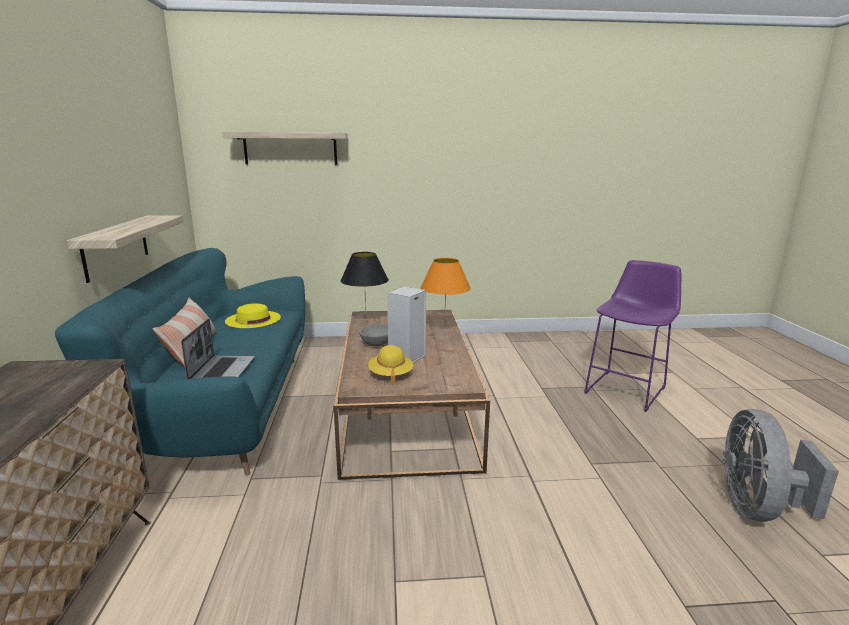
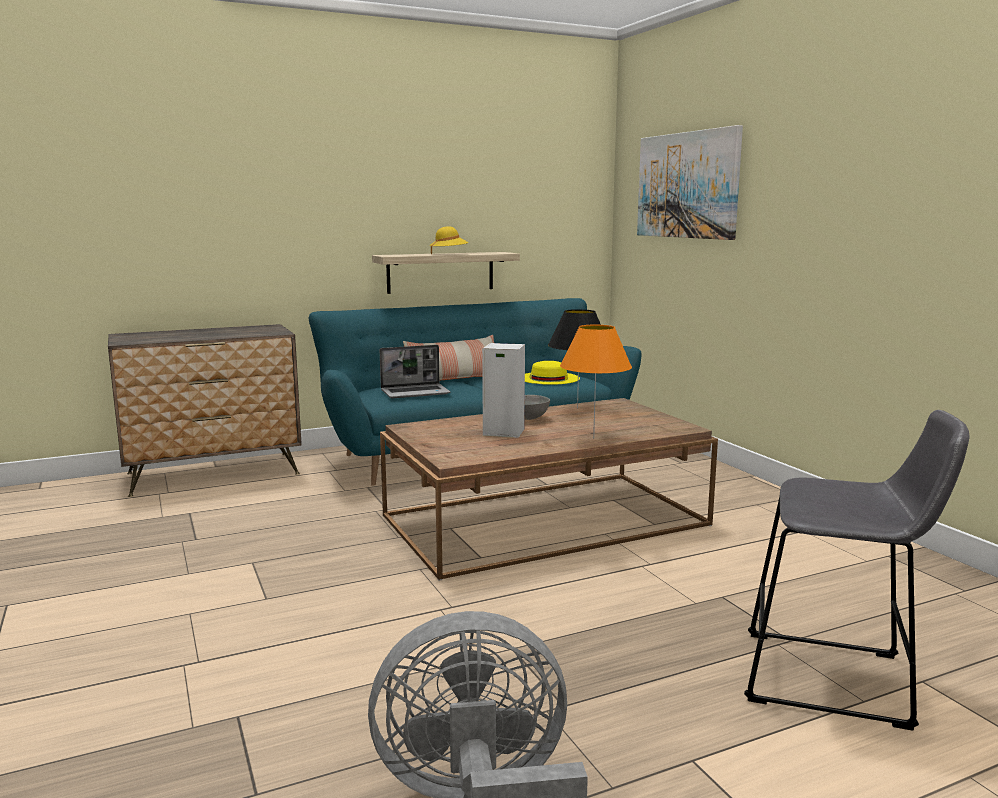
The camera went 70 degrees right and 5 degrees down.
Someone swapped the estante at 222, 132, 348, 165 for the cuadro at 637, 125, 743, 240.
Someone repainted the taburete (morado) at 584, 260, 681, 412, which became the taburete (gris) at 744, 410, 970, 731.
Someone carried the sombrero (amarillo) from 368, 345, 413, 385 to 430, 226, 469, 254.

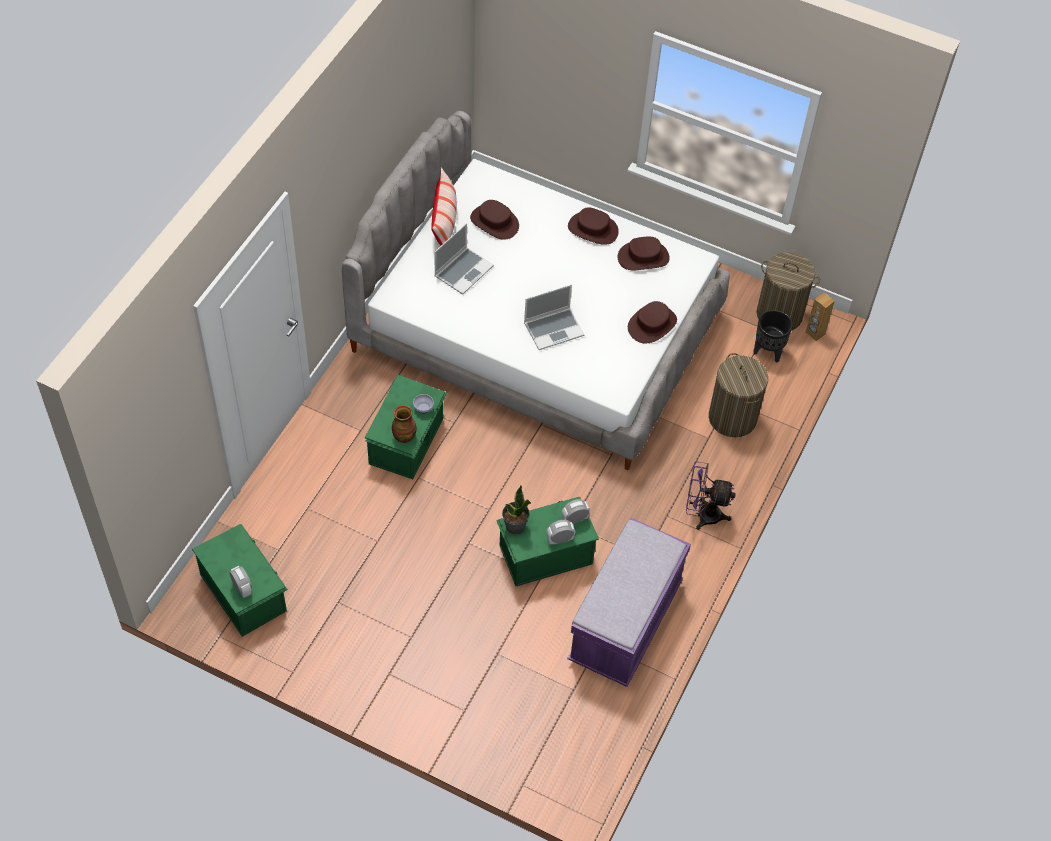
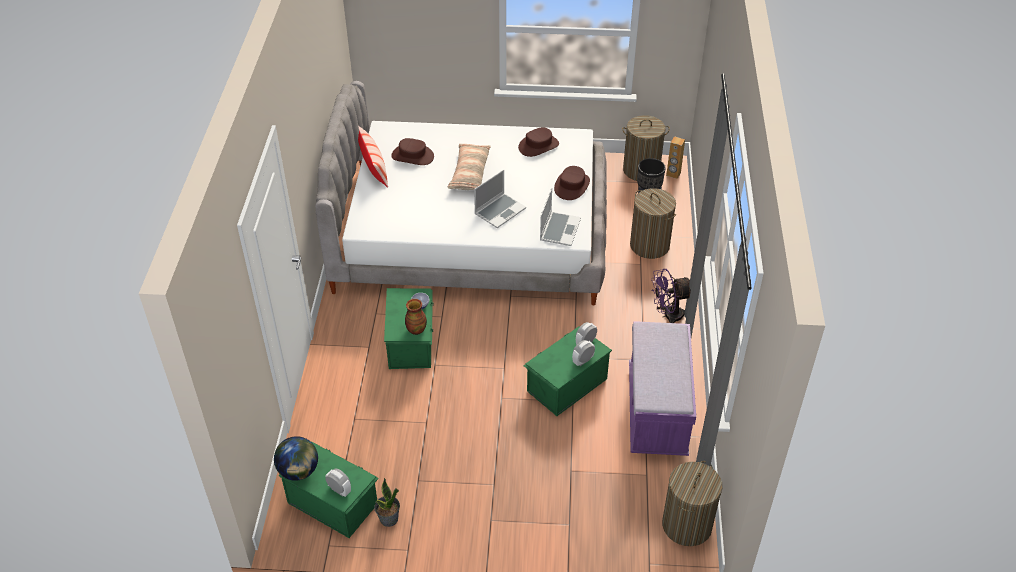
The camera went 20 degrees left and 10 degrees down.
Someone took away the sombrero (marrón) at 568, 207, 619, 245.
Someone carried the portátil from 434, 223, 494, 295 to 540, 188, 581, 246.
Someone carried the planta en maceta from 502, 485, 531, 534 to 374, 478, 400, 527.
Someone put down the cojín at 448, 144, 491, 190.
Someone put down the globo terráqueo at 274, 436, 318, 481.
Someone put down the cesto de la ropa at 662, 461, 722, 546.

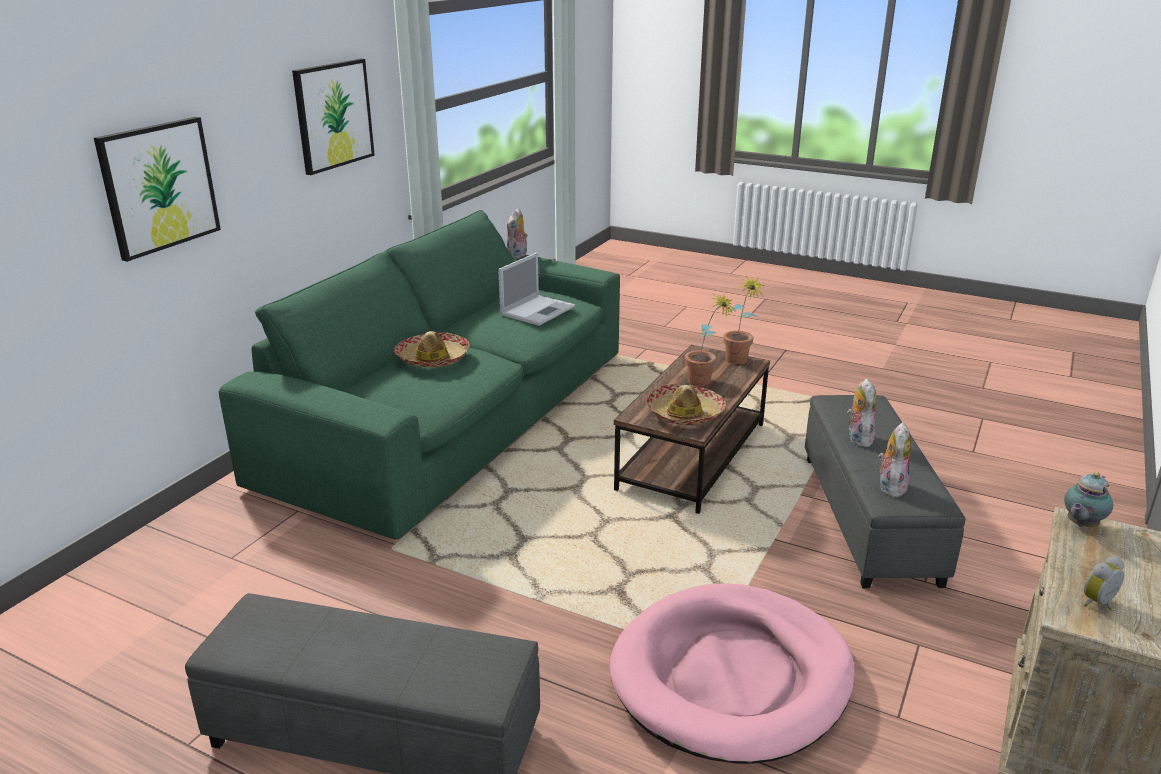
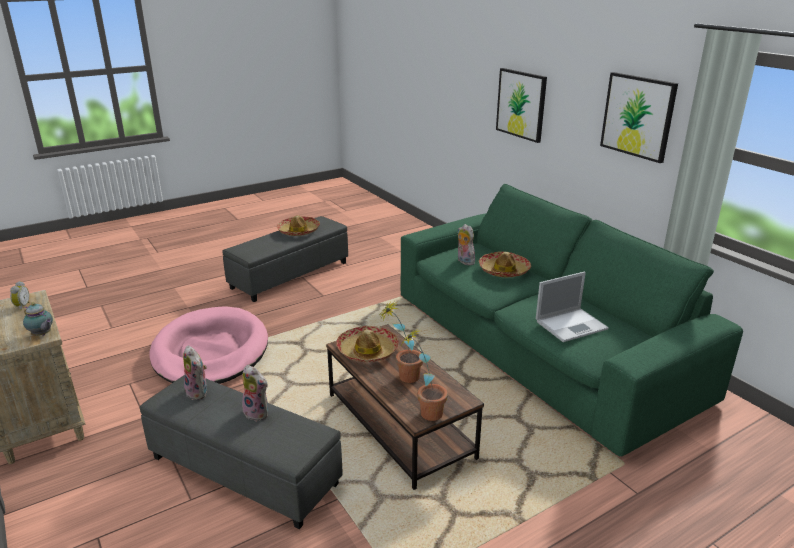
The camera went 120 degrees right and 0 degrees up.
Someone carried the peluche from 507, 208, 528, 259 to 458, 224, 475, 265.
Someone rotated the portátil at 498, 253, 575, 326 by 90 degrees counterclockwise.
Someone rotated the tetera at 1064, 472, 1113, 527 by 135 degrees clockwise.
Someone put down the sombrero at 277, 215, 320, 236.

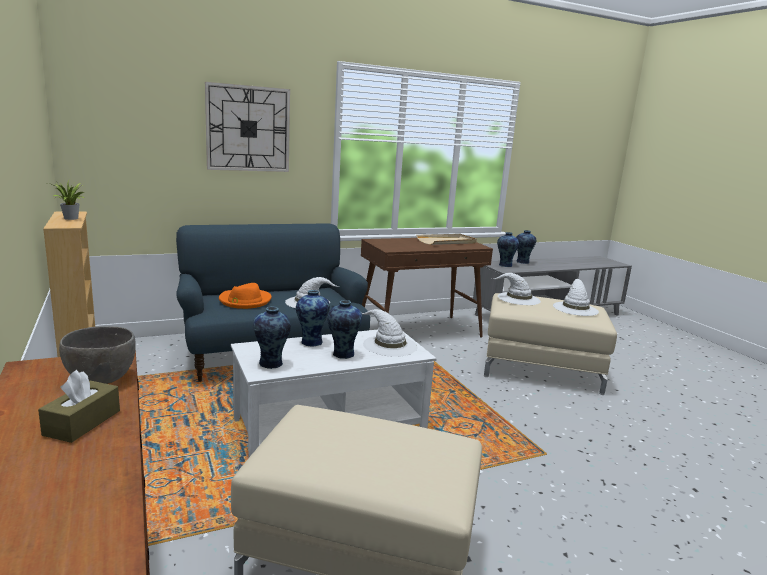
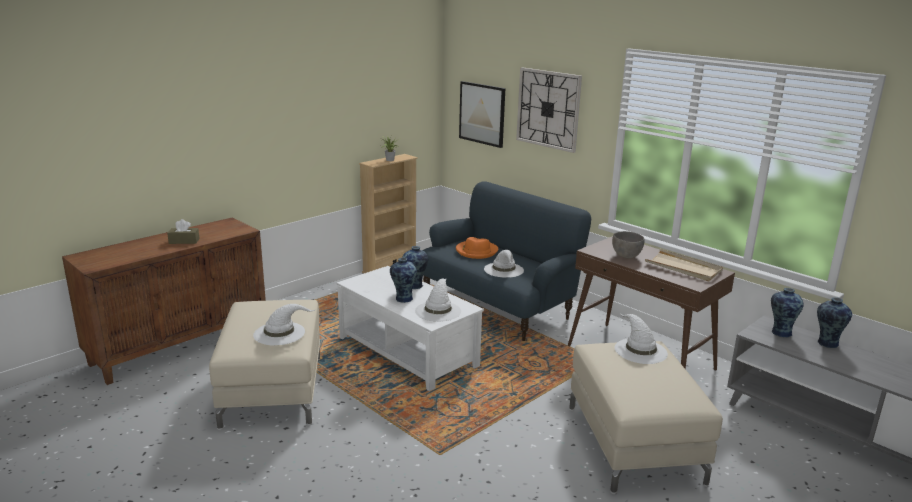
The camera went 70 degrees right and 5 degrees up.
Someone carried the sombrero (blanco) from 553, 279, 599, 316 to 253, 304, 315, 345.
Someone took away the florero at 253, 306, 291, 369.
Someone carried the cuenco (gris) from 59, 326, 136, 384 to 612, 231, 645, 258.
Someone put up the cuadro at 459, 81, 505, 148.

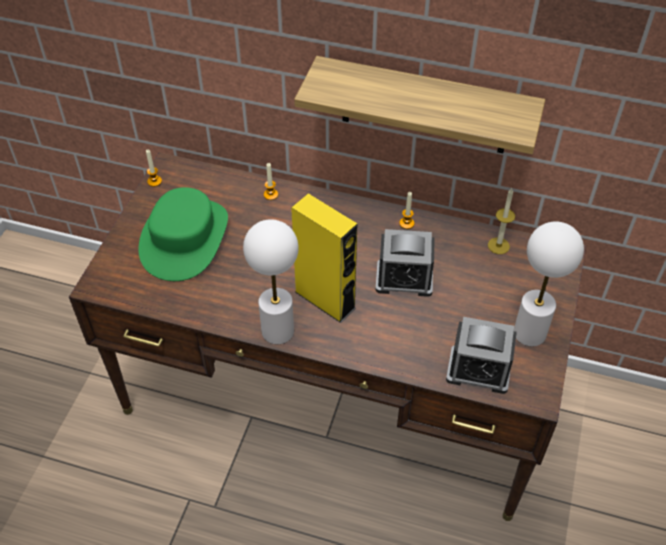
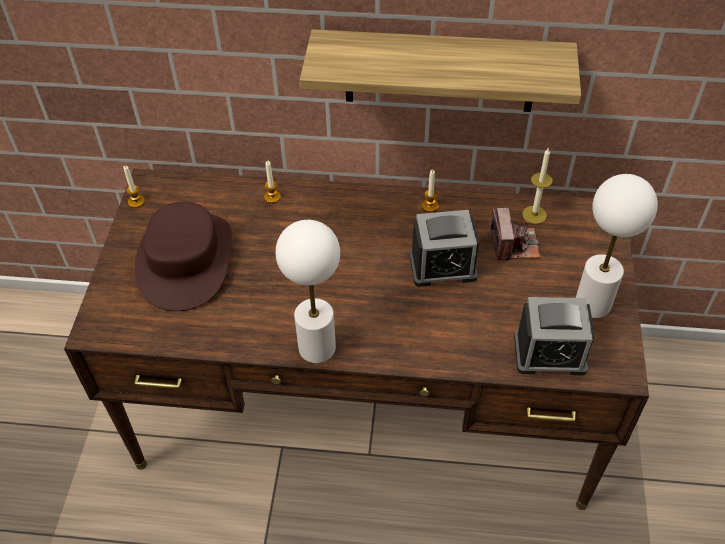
The camera went 10 degrees left and 0 degrees up.
Someone repainted the sombrero (verde) at 138, 187, 228, 281, which became the sombrero (marrón) at 135, 202, 232, 311.
Someone took away the altavoz (amarillo) at 291, 194, 357, 323.
Someone put down the cámara at 489, 208, 540, 262.

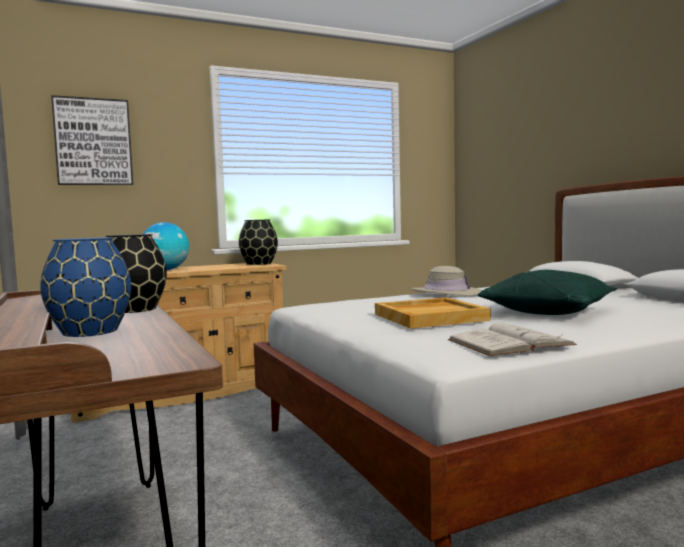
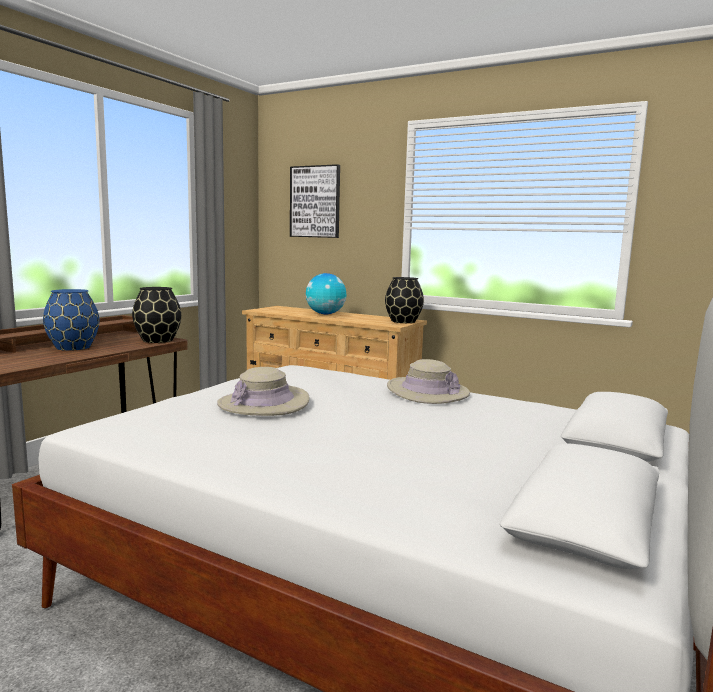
The camera went 55 degrees right and 5 degrees up.
Someone took away the cojín (verde) at 478, 270, 617, 315.
Someone swapped the bandeja (beis) at 375, 297, 491, 329 for the sombrero (beis) at 217, 367, 310, 416.
Someone took away the libro (blanco) at 448, 323, 577, 356.

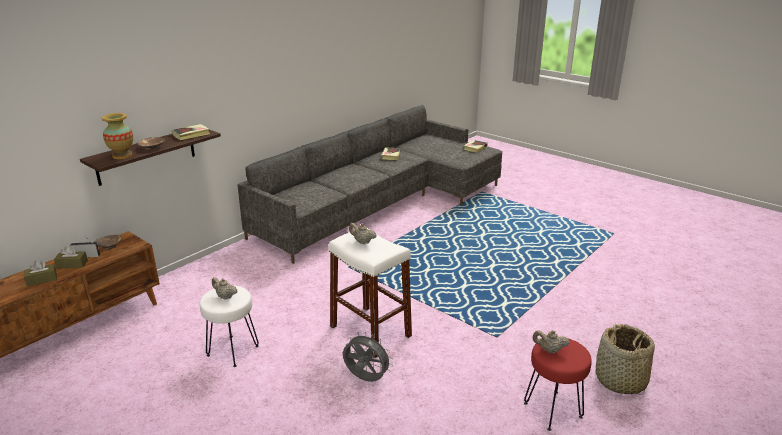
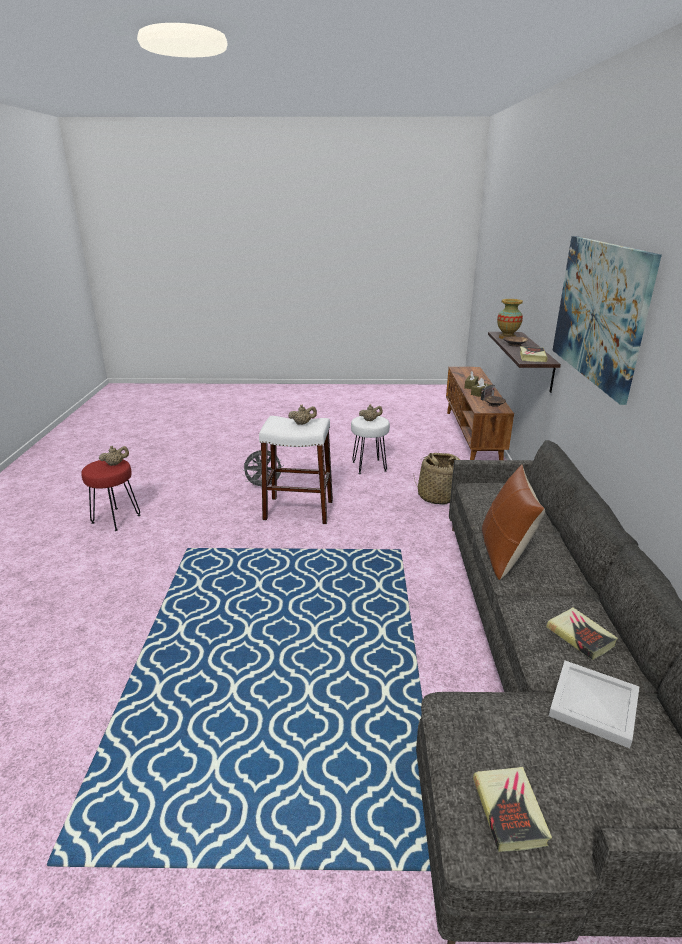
The camera went 140 degrees right and 0 degrees up.
Someone carried the cesta from 595, 323, 655, 395 to 414, 453, 460, 505.
Someone put up the cuadro at 553, 236, 662, 405.
Someone put down the cojín (marrón) at 482, 465, 545, 580.
Someone put down the bandeja (blanco) at 549, 661, 639, 748.

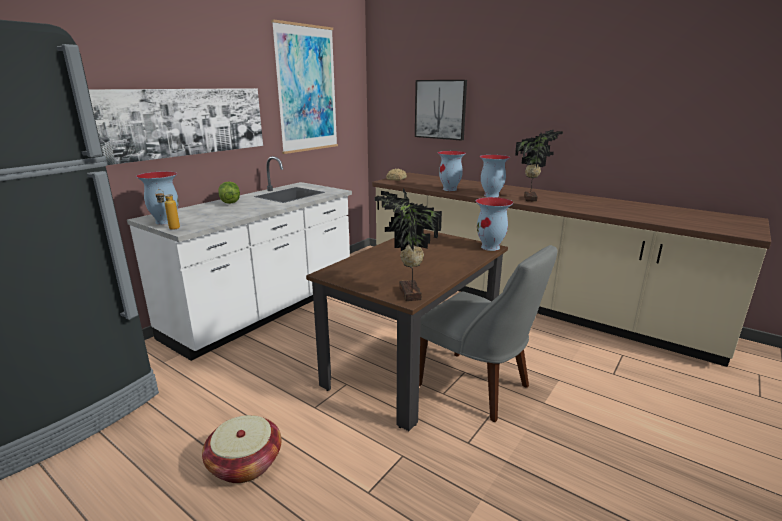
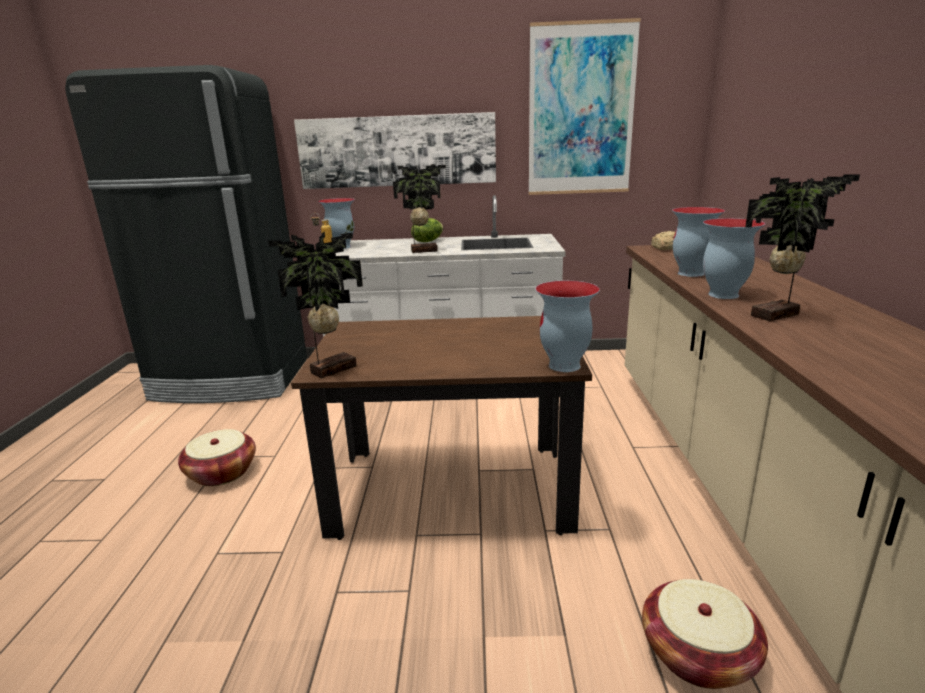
The camera went 55 degrees right and 0 degrees up.
Someone took away the cuadro at 415, 80, 467, 141.
Someone took away the silla (gris) at 419, 245, 557, 422.
Someone put down the planta en maceta at 393, 164, 446, 253.
Someone put down the cesta at 642, 579, 768, 689.

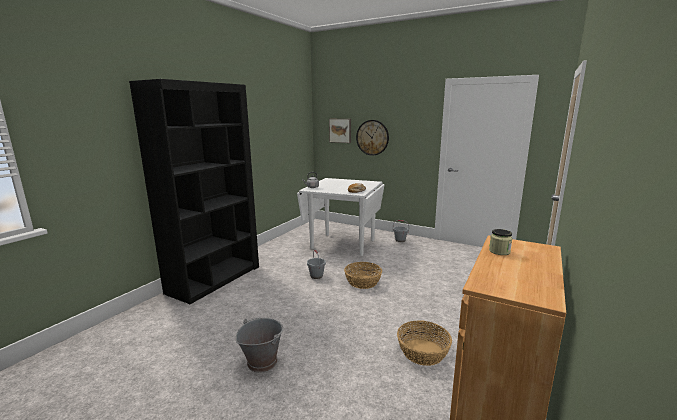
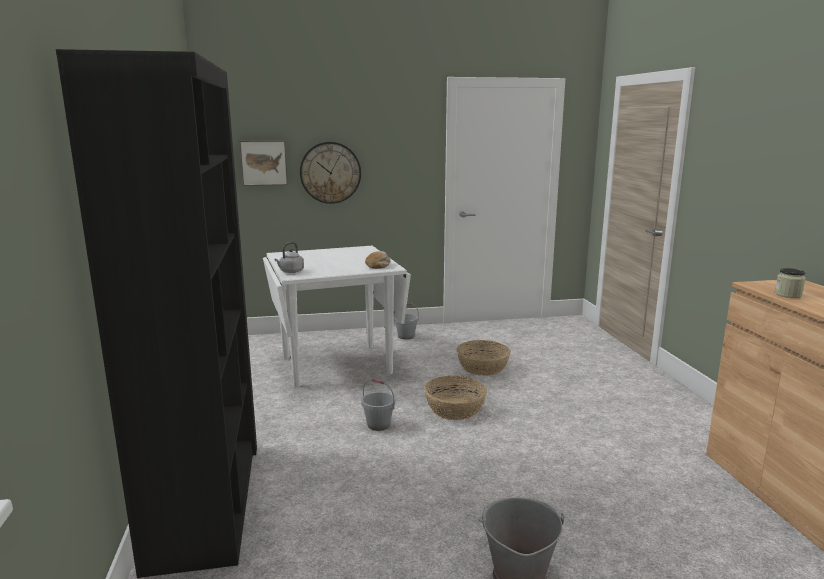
The camera went 40 degrees left and 0 degrees up.
Someone carried the cesta from 397, 320, 452, 366 to 456, 340, 511, 376.

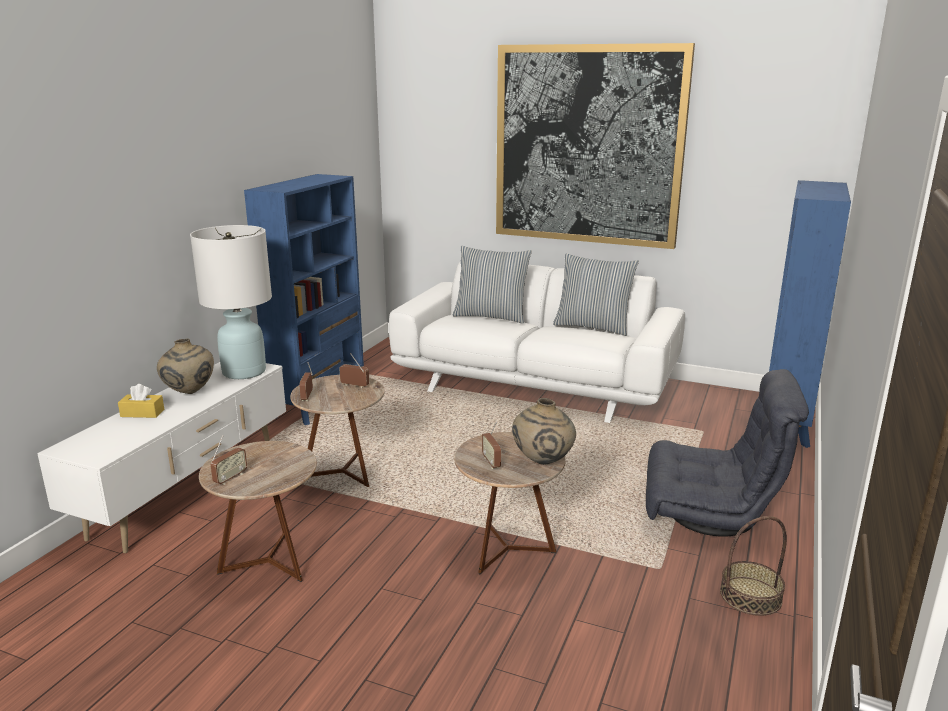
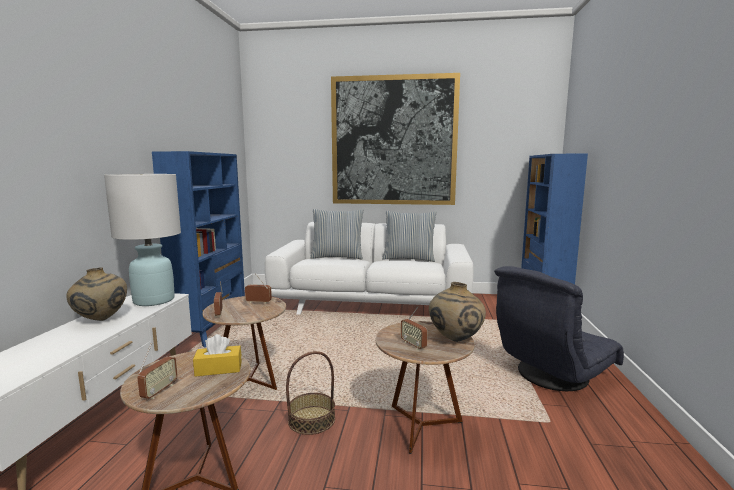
The camera went 15 degrees left and 10 degrees down.
Someone rotated the sillón (gris) at 646, 369, 809, 537 by 150 degrees clockwise.
Someone carried the caja de pañuelos (amarillo) from 118, 384, 164, 418 to 193, 334, 242, 377.
Someone carried the cesta from 720, 516, 787, 616 to 286, 351, 335, 435.

